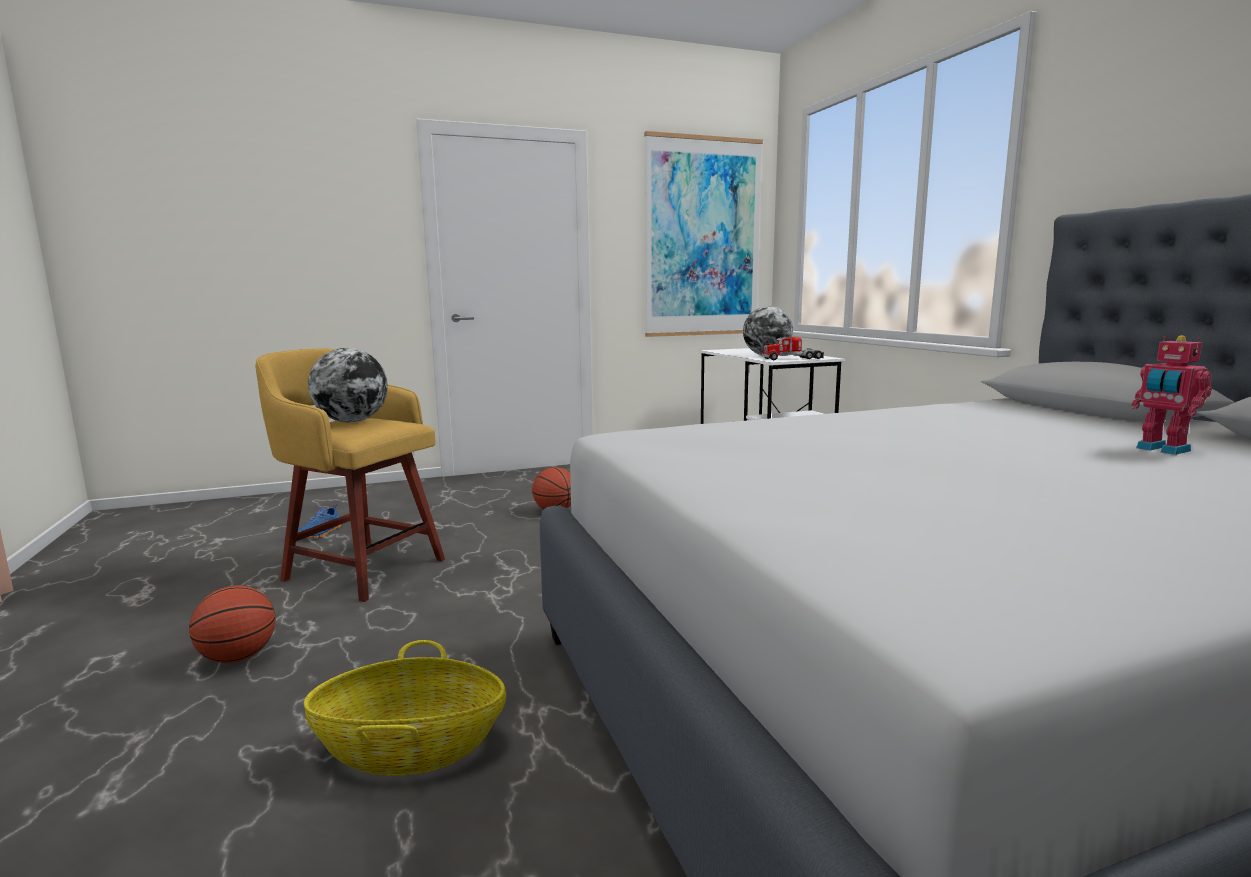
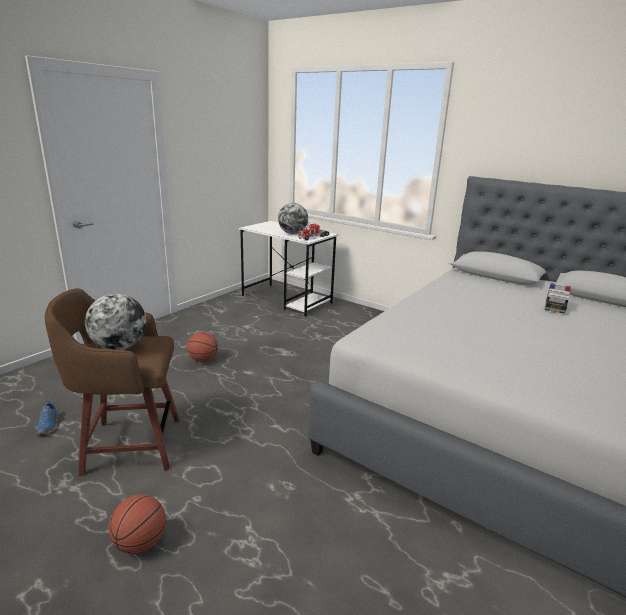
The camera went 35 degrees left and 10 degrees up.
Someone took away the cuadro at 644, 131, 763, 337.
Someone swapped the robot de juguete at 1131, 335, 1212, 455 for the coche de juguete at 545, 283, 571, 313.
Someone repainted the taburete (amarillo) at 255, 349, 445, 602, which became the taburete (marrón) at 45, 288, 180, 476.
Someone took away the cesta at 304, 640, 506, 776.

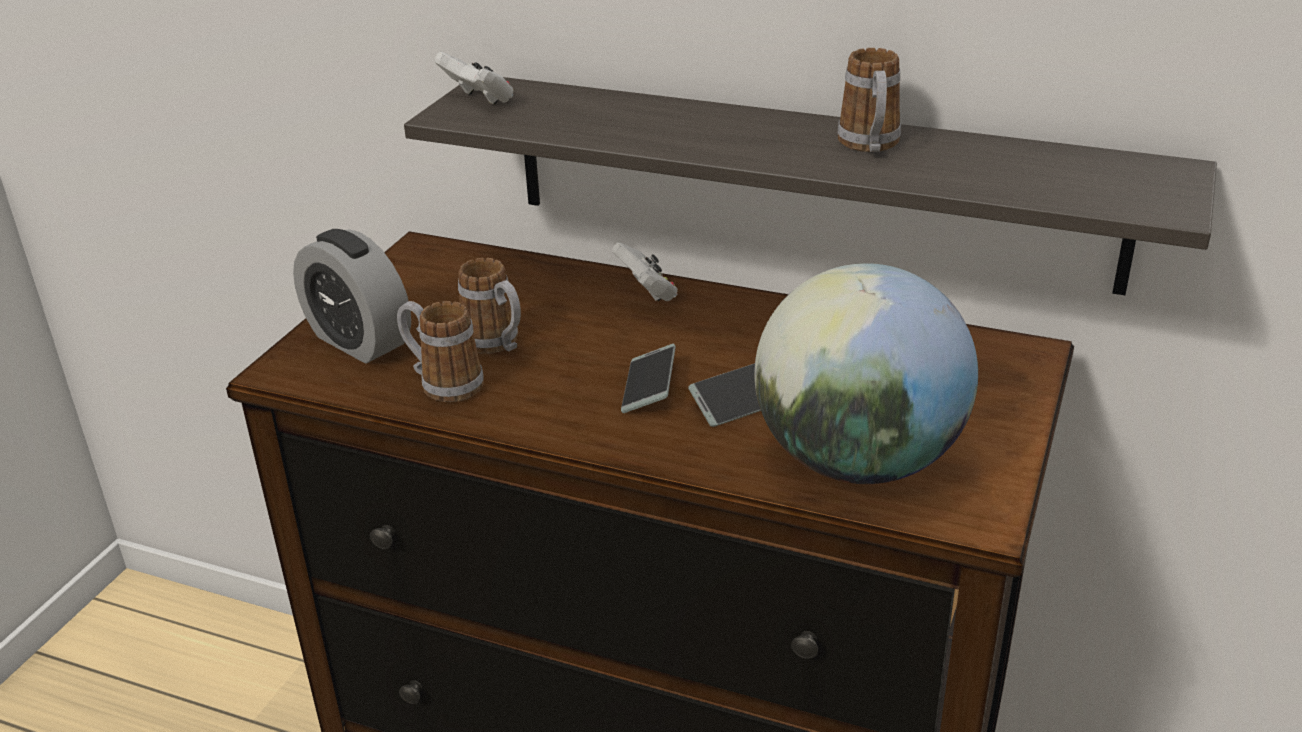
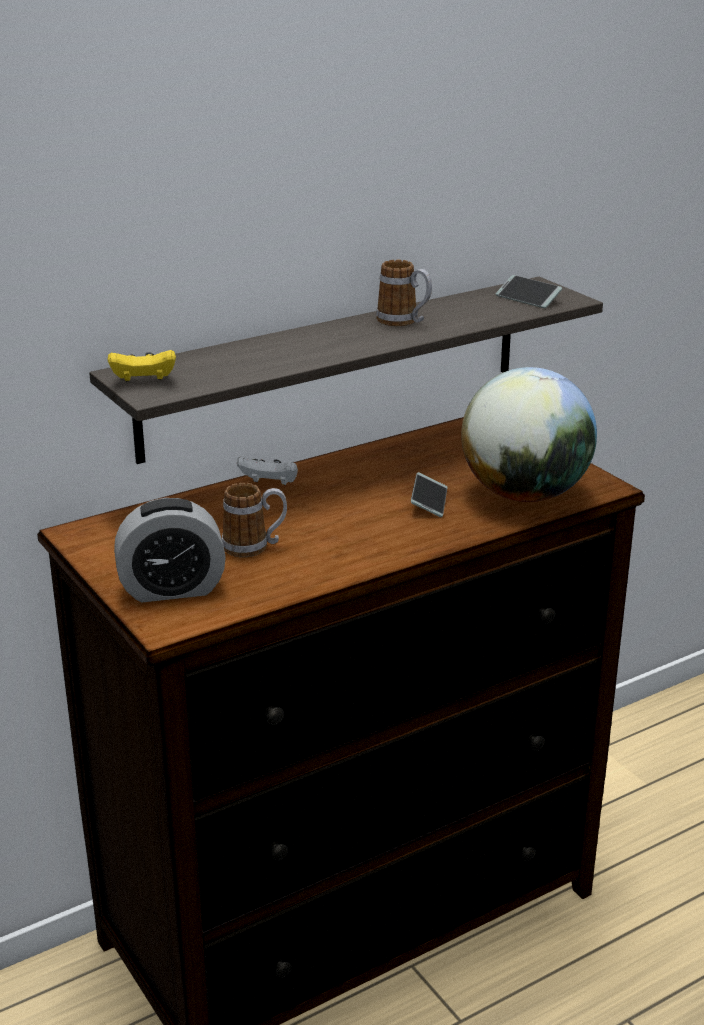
The camera went 55 degrees left and 5 degrees down.
Someone repainted the mando de consola (blanco) at 435, 52, 514, 105, which became the mando de consola (amarillo) at 108, 350, 176, 382.
Someone took away the taza grande at 397, 301, 484, 402.
Someone carried the móvil from 621, 344, 676, 413 to 496, 275, 562, 308.

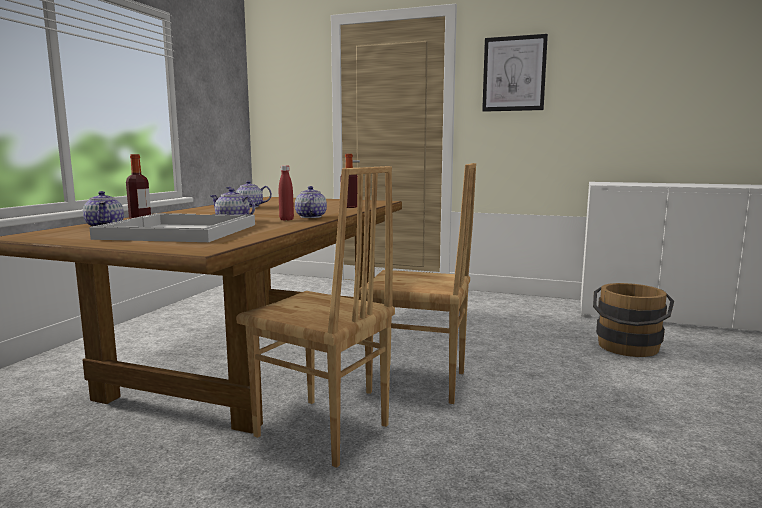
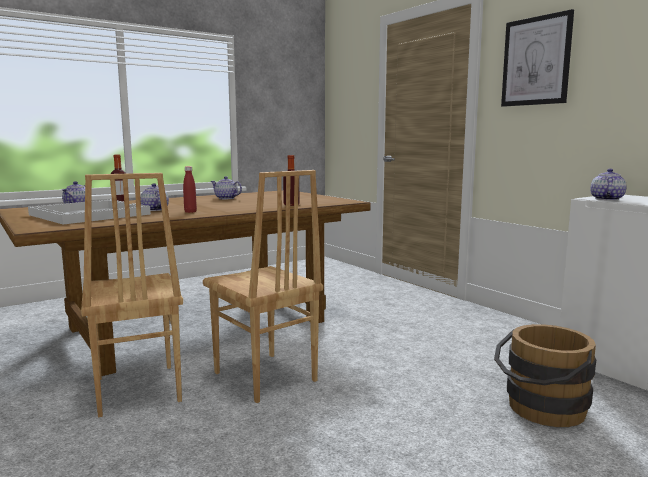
The camera went 35 degrees right and 0 degrees up.
Someone carried the tetera from 295, 186, 327, 218 to 590, 169, 627, 200.

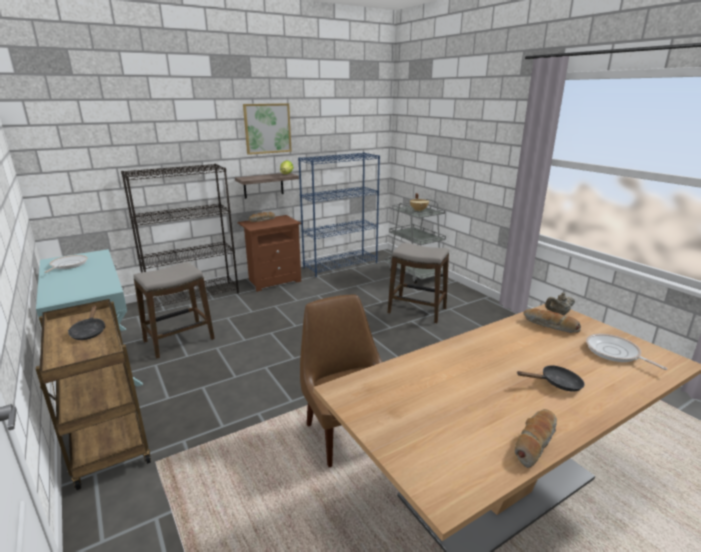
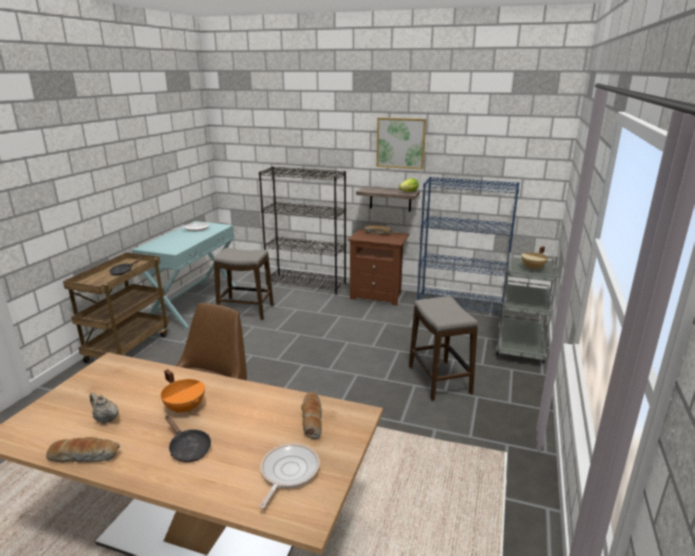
The camera went 50 degrees right and 0 degrees up.
Someone carried the tetera (beis) from 545, 293, 575, 315 to 89, 392, 119, 423.
Someone put down the olla (naranja) at 161, 369, 205, 413.

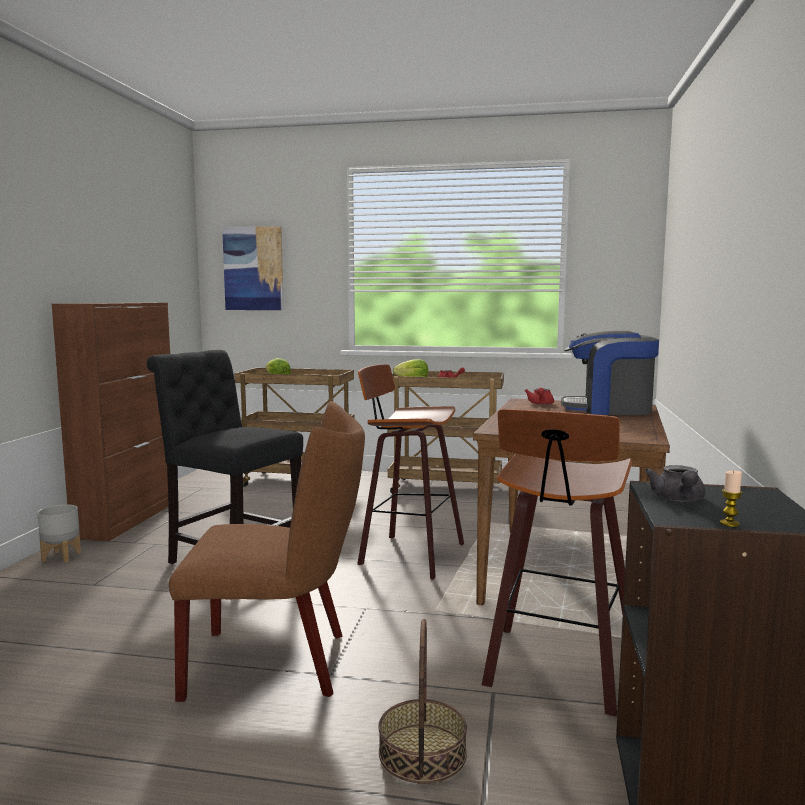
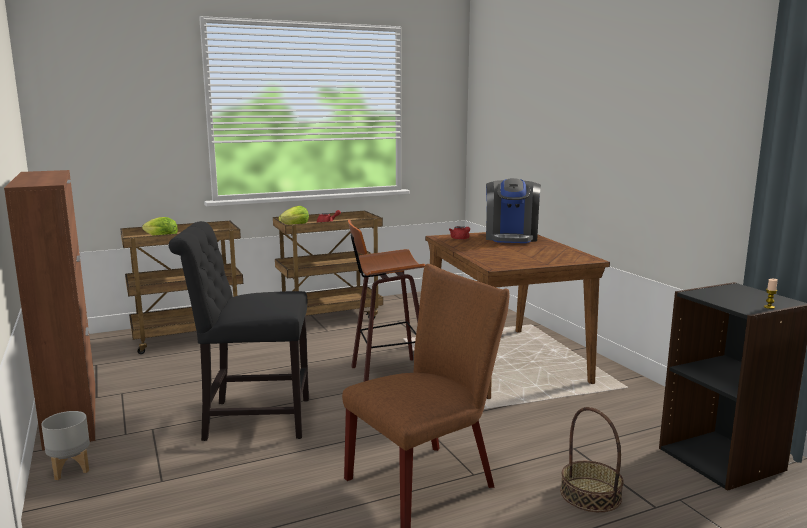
The camera went 35 degrees left and 5 degrees up.
Someone took away the cuadro at 222, 226, 284, 310.
Someone rotated the cafetera at 561, 331, 659, 415 by 60 degrees counterclockwise.
Someone took away the taburete at 482, 409, 632, 717.
Someone took away the tetera (gris) at 645, 465, 706, 502.

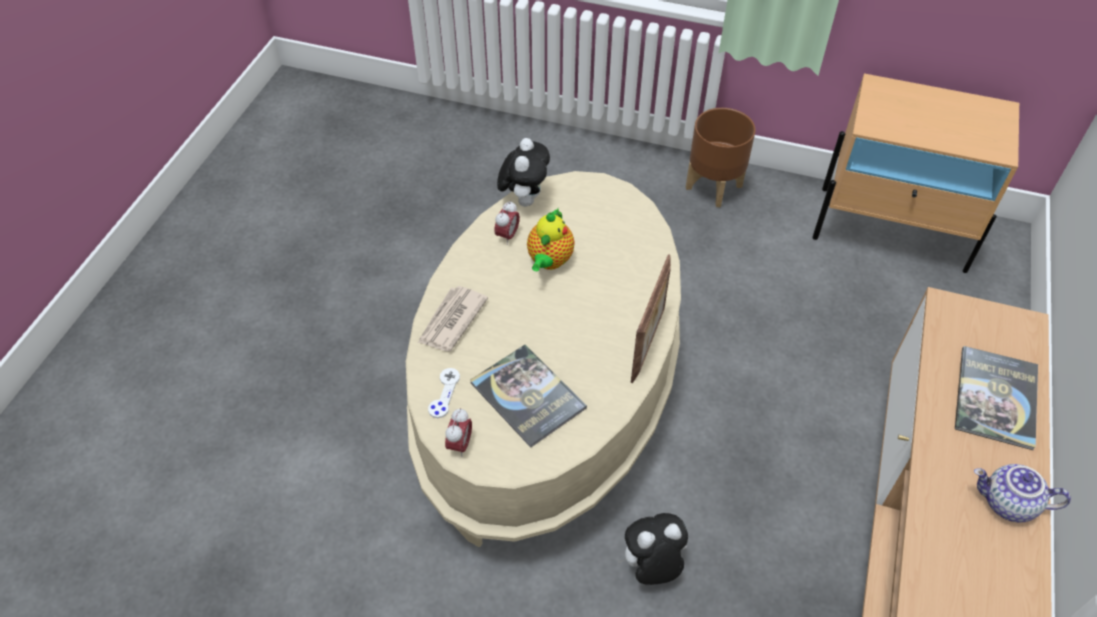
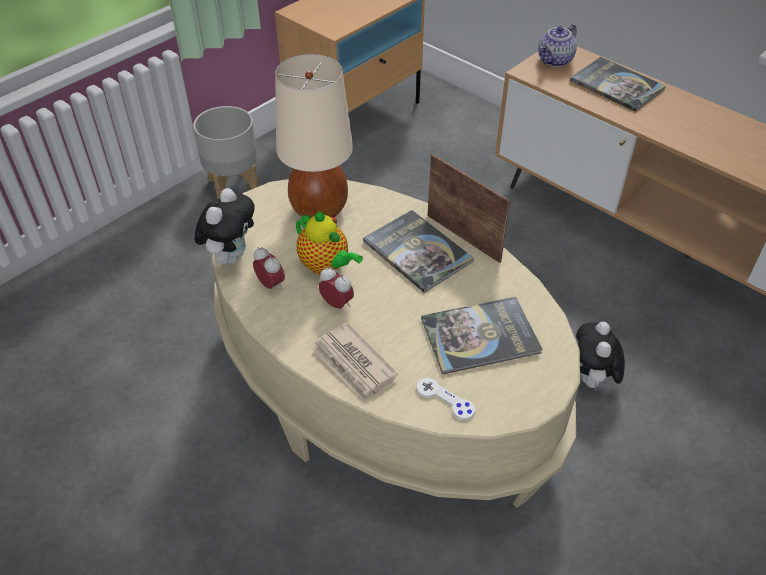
The camera went 65 degrees left and 5 degrees down.
Someone repainted the maceta (marrón) at 686, 108, 756, 207, which became the maceta (gris) at 193, 106, 259, 199.
Someone rotated the peluche at 497, 138, 550, 207 by 75 degrees clockwise.
Someone carried the despertador from 445, 408, 472, 457 to 319, 267, 354, 309.
Someone carried the tetera from 974, 464, 1071, 522 to 538, 24, 577, 67.
Someone put down the lámpara de mesa (beis) at 275, 54, 353, 217.
Someone put down the libro at 363, 210, 474, 293.

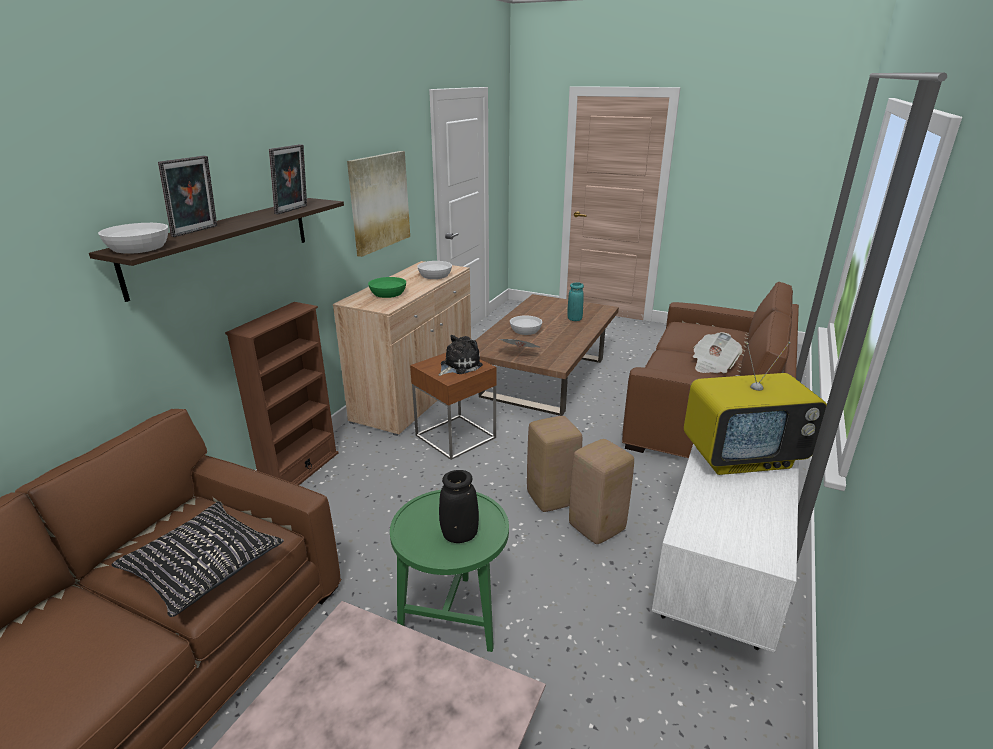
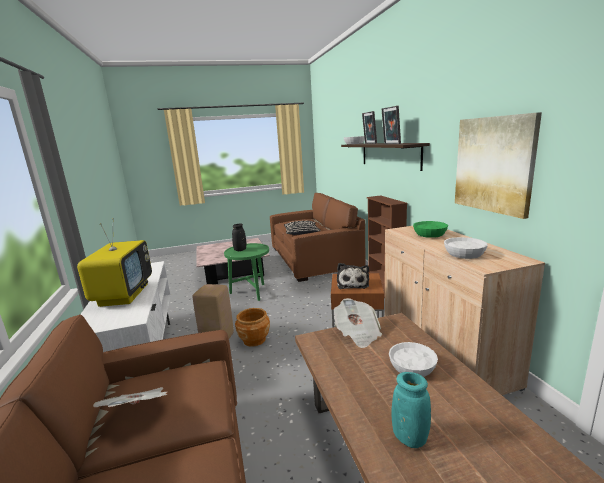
The camera went 140 degrees right and 10 degrees down.
Someone rotated the televisor at 684, 341, 827, 475 by 135 degrees clockwise.
Someone swapped the taburete (beis) at 527, 416, 582, 512 for the maceta (marrón) at 235, 308, 270, 347.

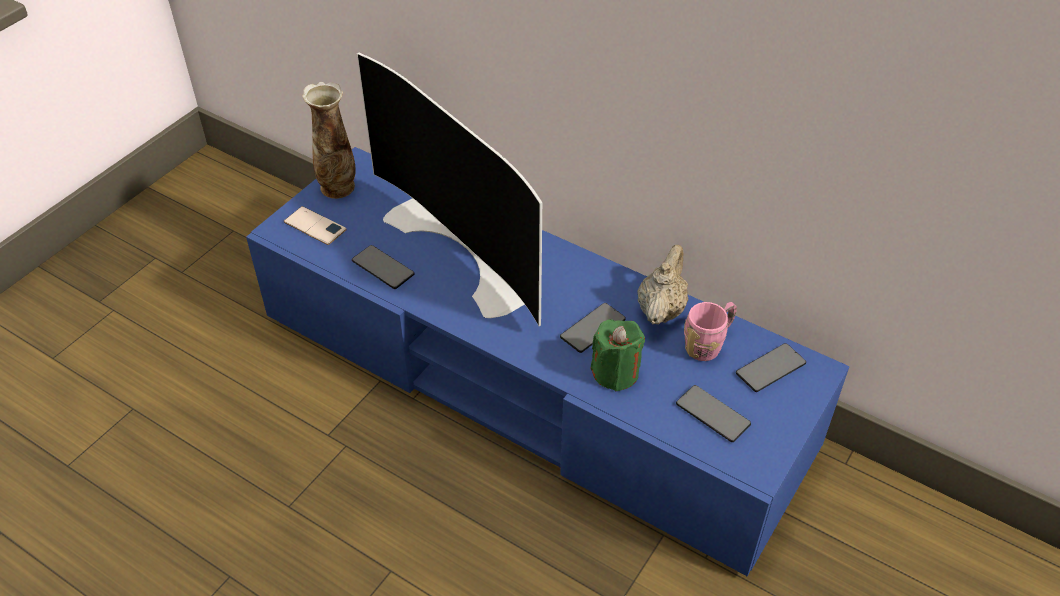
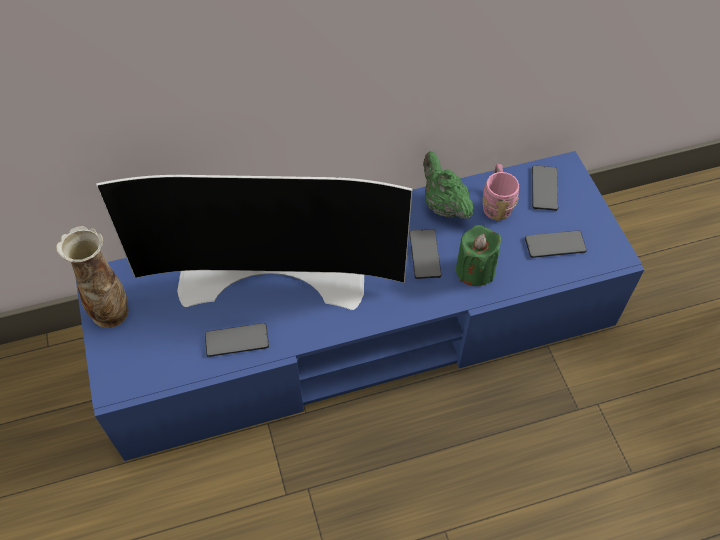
The camera went 50 degrees left and 10 degrees up.
Someone took away the móvil at 284, 206, 347, 245.
Someone repainted the tetera (beis) at 637, 245, 688, 324, which became the tetera (verde) at 423, 151, 474, 219.

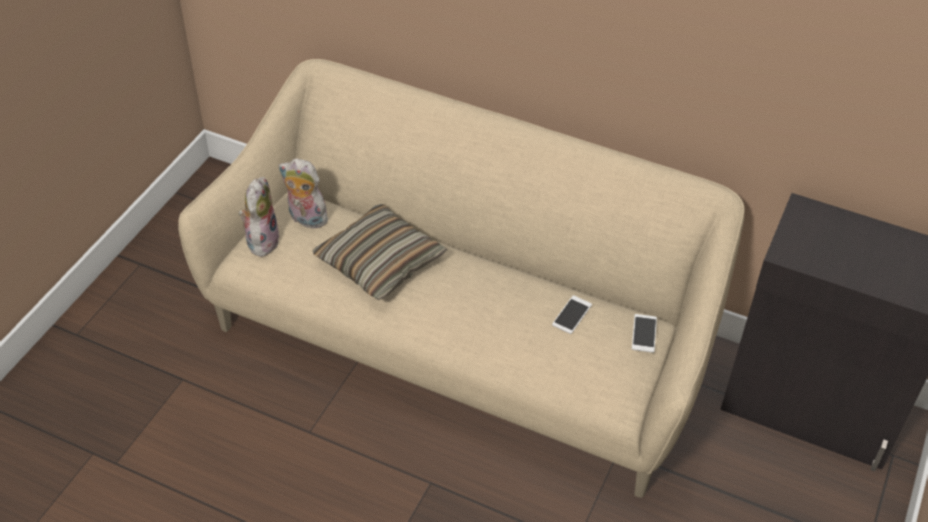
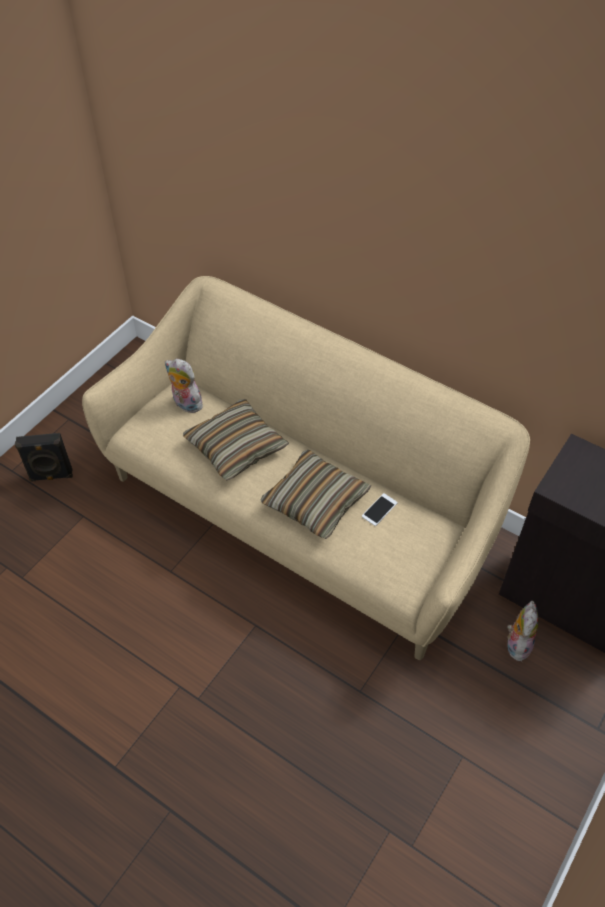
The camera went 10 degrees right and 5 degrees up.
Someone carried the peluche from 239, 177, 279, 257 to 507, 601, 539, 662.
Someone took away the móvil at 632, 314, 657, 353.
Someone put down the altavoz (negro) at 15, 433, 73, 482.
Someone put down the cojín at 260, 450, 371, 539.

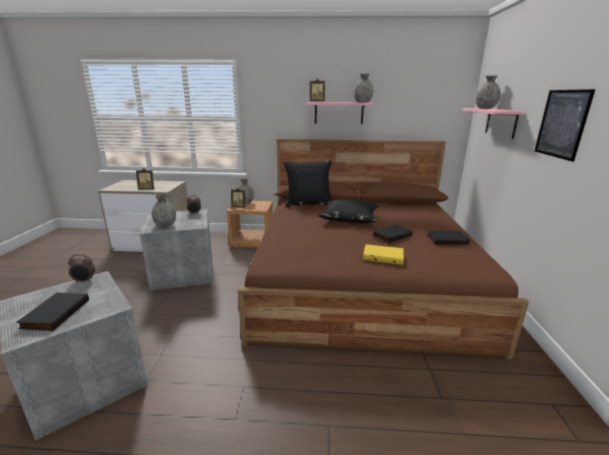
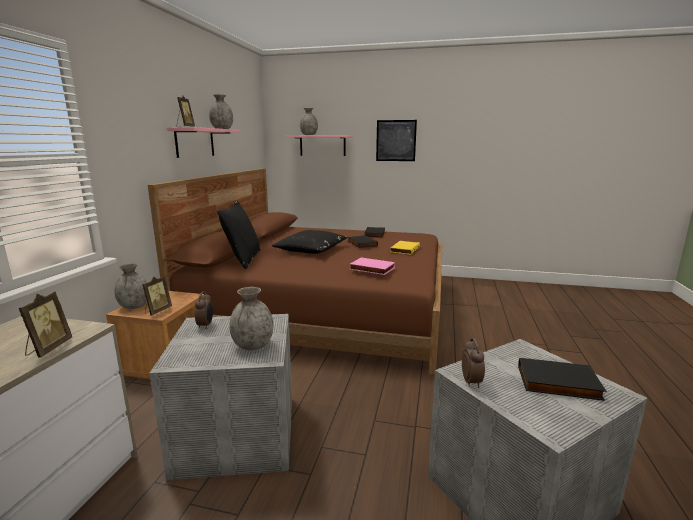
The camera went 80 degrees left and 5 degrees down.
Someone put down the libro (rosa) at 350, 257, 395, 275.

